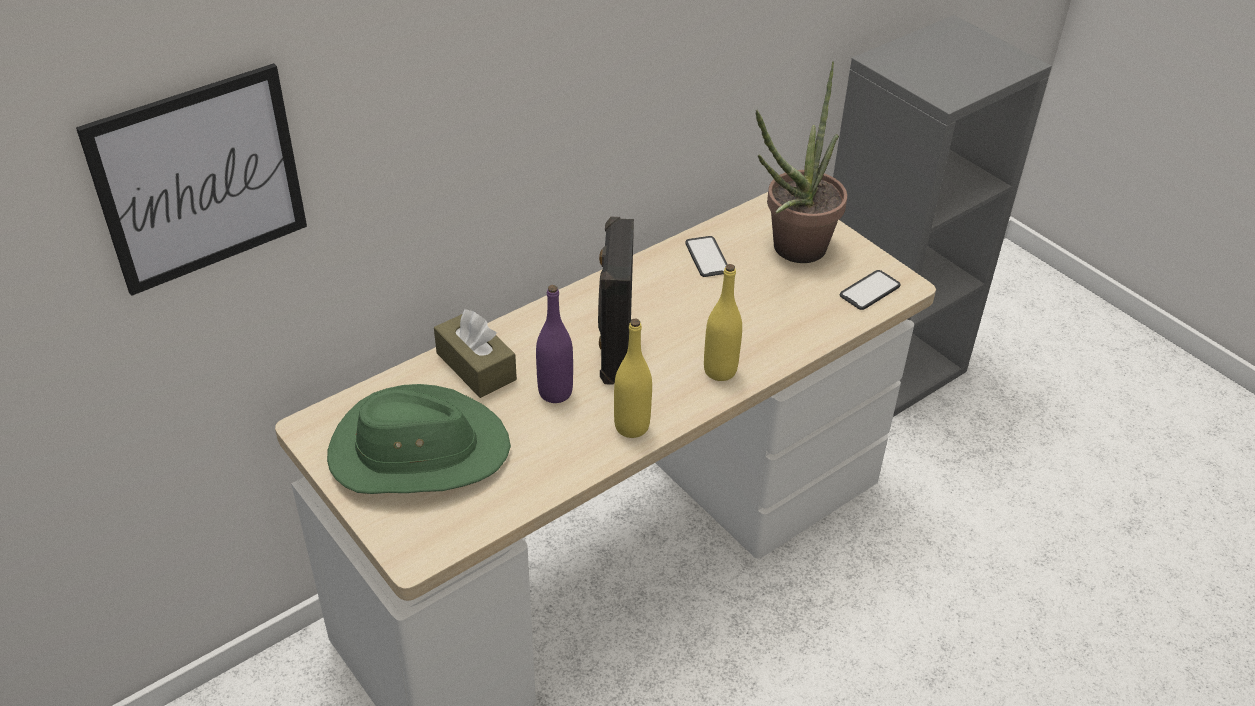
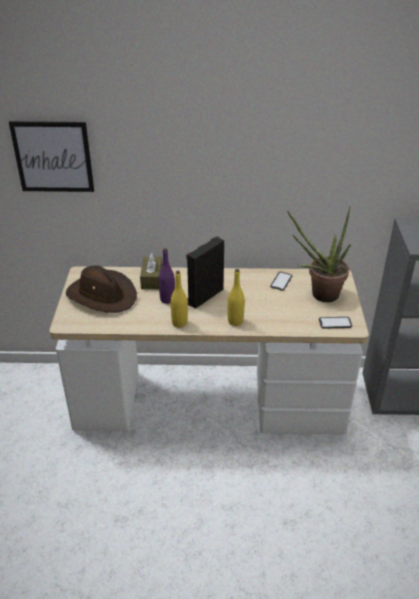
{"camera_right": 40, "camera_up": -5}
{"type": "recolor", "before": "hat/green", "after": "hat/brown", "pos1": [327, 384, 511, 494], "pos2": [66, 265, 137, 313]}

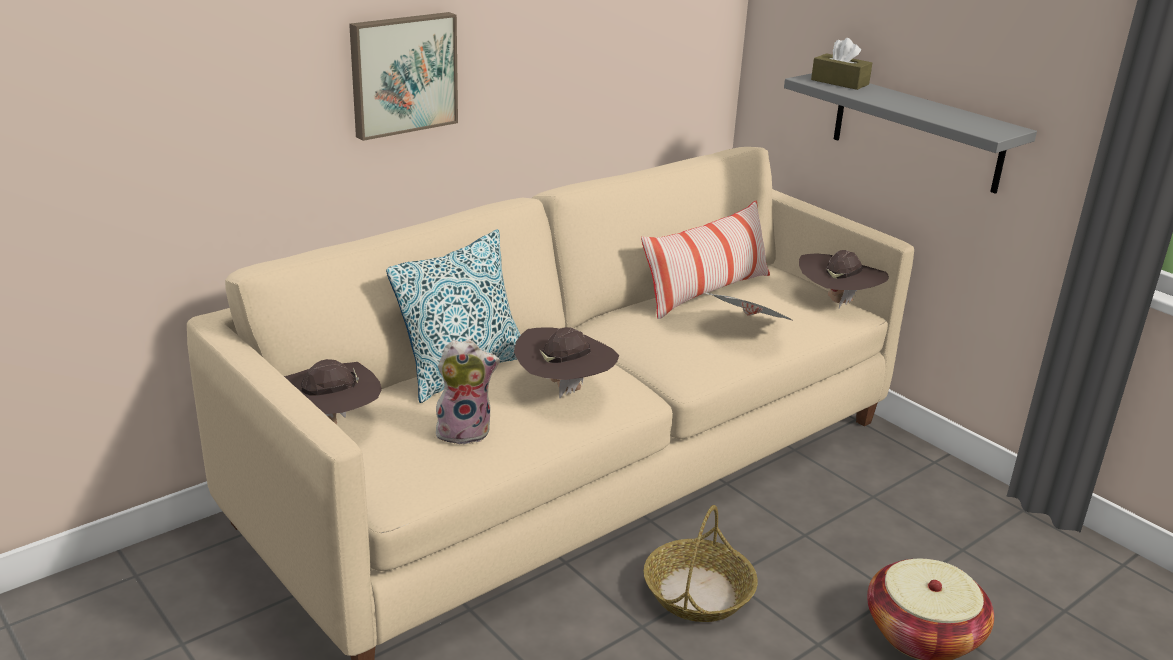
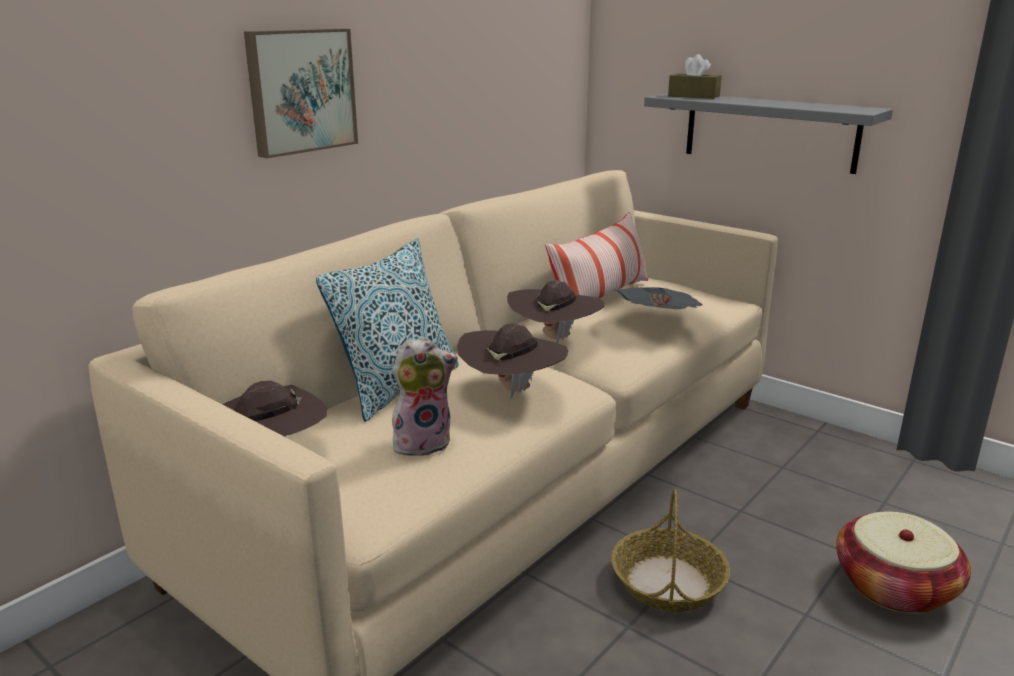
{"camera_right": -10, "camera_up": -5}
{"type": "move", "before": "hat/brown", "pos1": [799, 250, 889, 309], "pos2": [507, 280, 605, 343]}

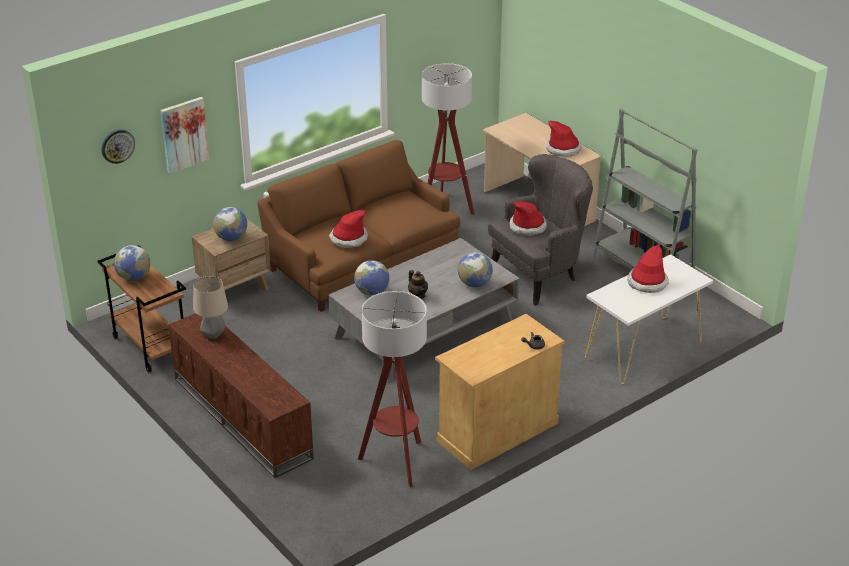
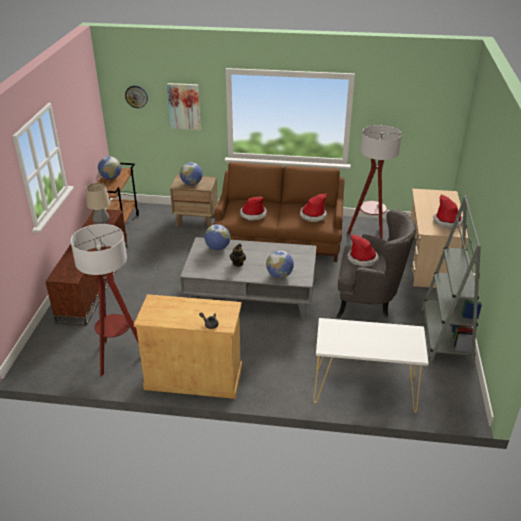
{"camera_right": 45, "camera_up": 0}
{"type": "move", "before": "hat", "pos1": [627, 244, 669, 293], "pos2": [300, 194, 327, 222]}

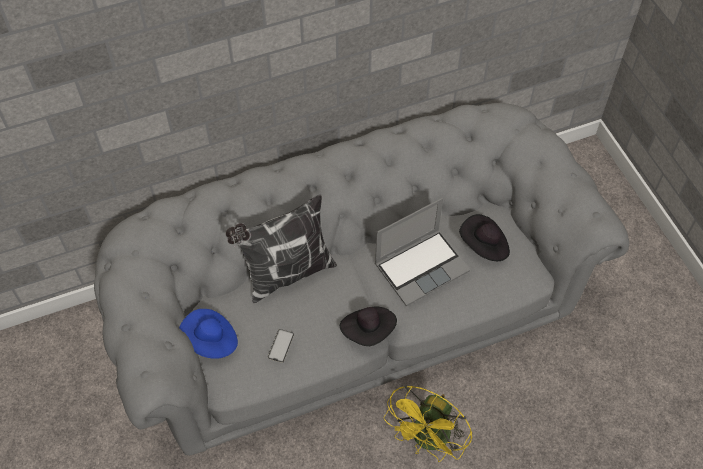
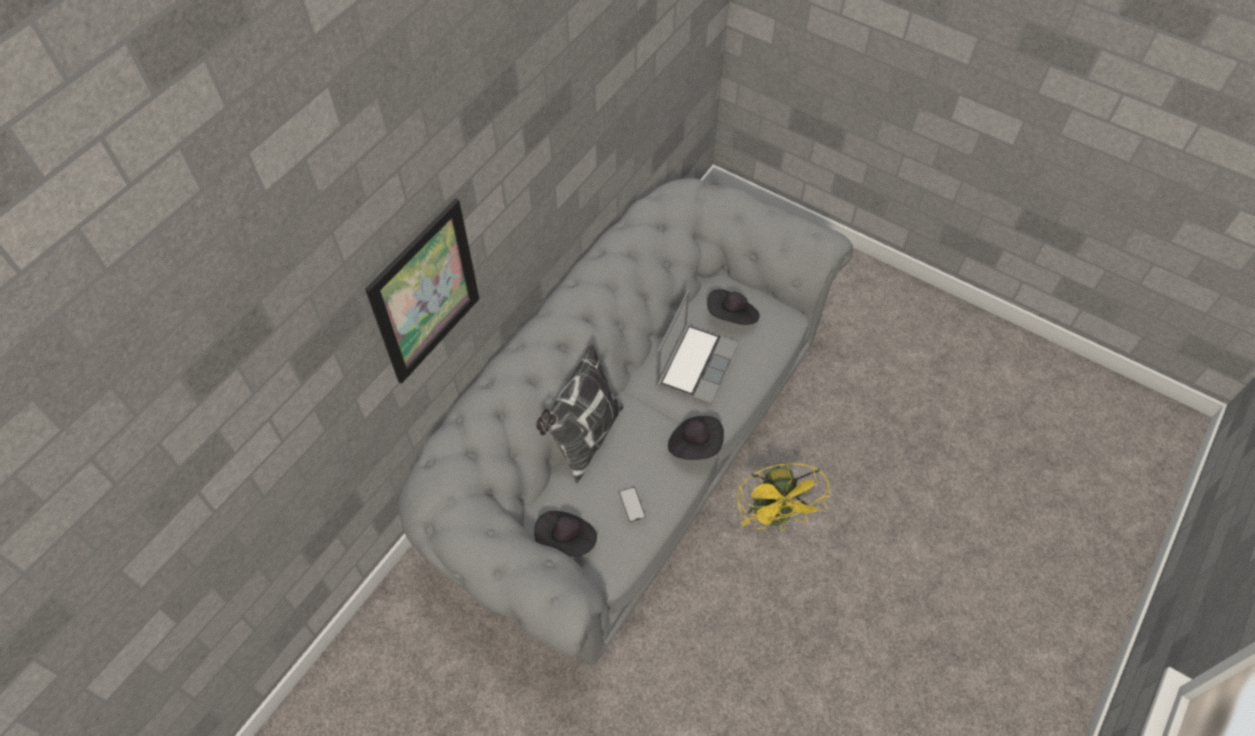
{"camera_right": -35, "camera_up": 0}
{"type": "insert", "after": "picture", "pos2": [365, 199, 479, 384]}
{"type": "recolor", "before": "hat/blue", "after": "hat/black", "pos1": [179, 309, 238, 359], "pos2": [534, 511, 597, 557]}

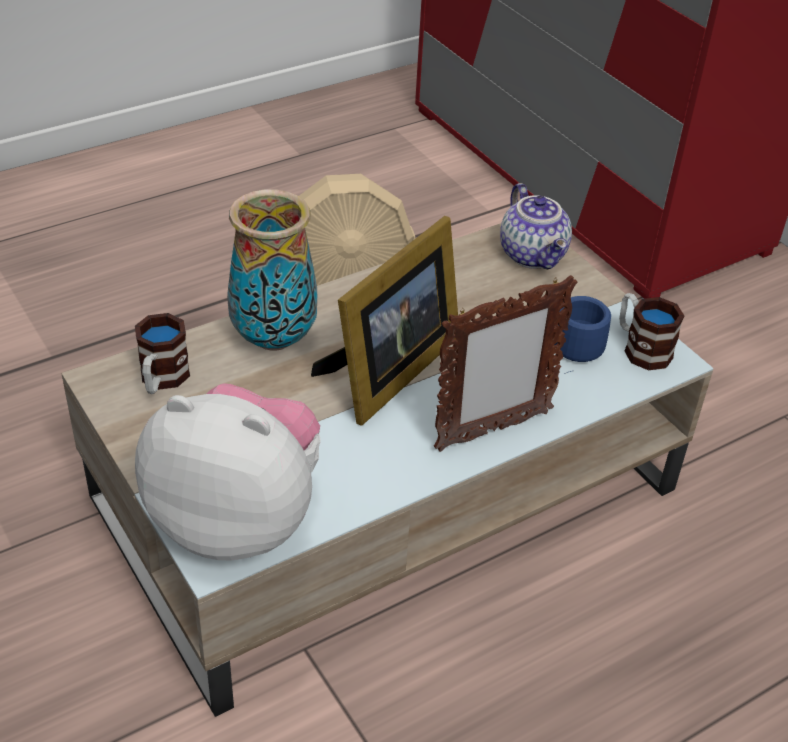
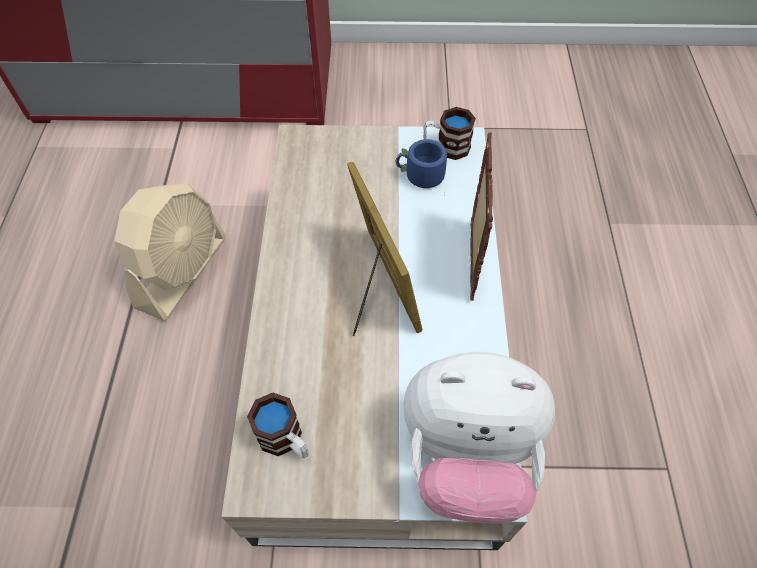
{"camera_right": -55, "camera_up": 15}
{"type": "delete", "before": "vase", "pos1": [227, 190, 317, 351]}
{"type": "delete", "before": "teapot", "pos1": [500, 183, 572, 269]}
{"type": "rotate", "before": "plush toy", "pos1": [135, 383, 320, 560], "pos2": [403, 352, 555, 523], "turn": -135}

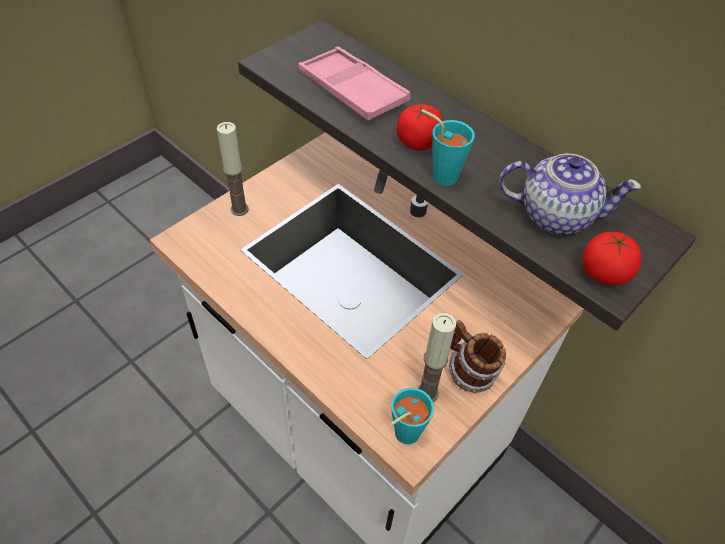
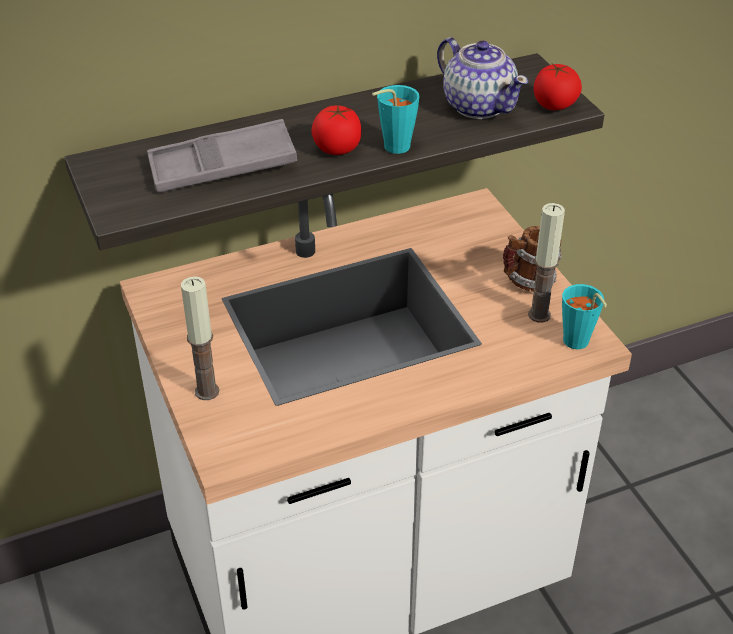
{"camera_right": -65, "camera_up": -10}
{"type": "recolor", "before": "tray/pink", "after": "tray/grey", "pos1": [298, 46, 410, 120], "pos2": [147, 119, 297, 193]}
{"type": "rotate", "before": "teapot", "pos1": [499, 153, 642, 234], "pos2": [437, 37, 528, 119], "turn": 105}

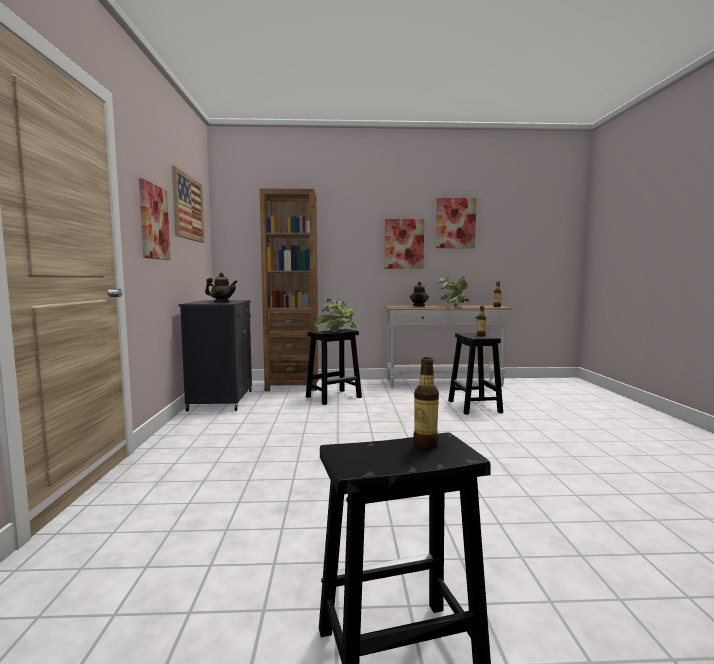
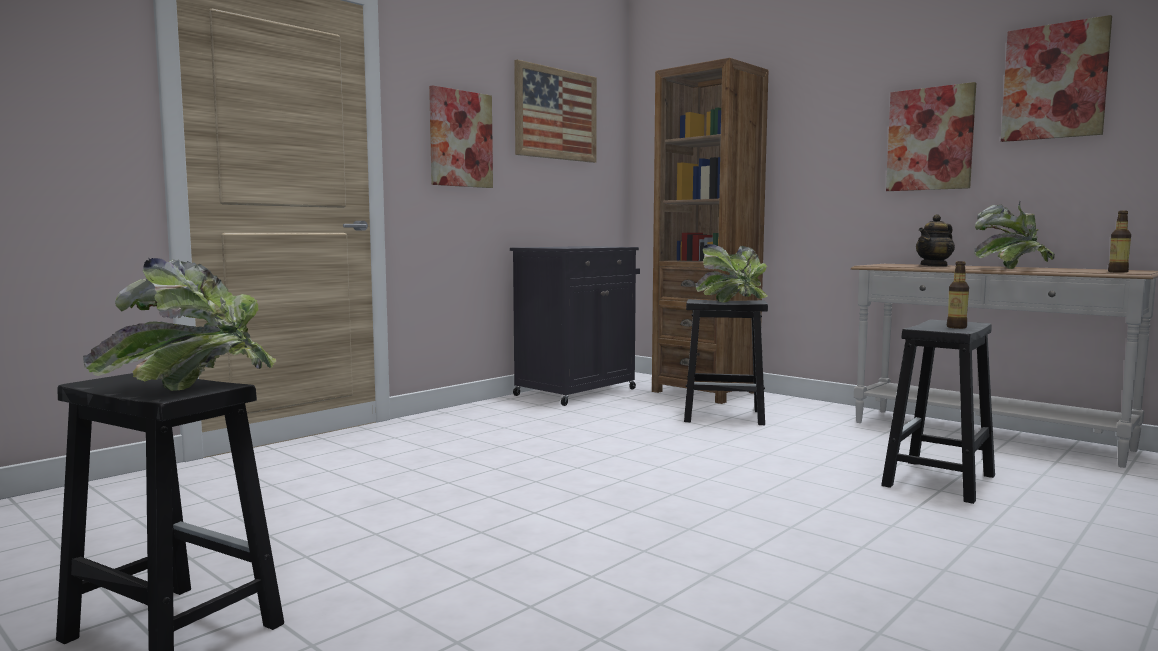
{"camera_right": 45, "camera_up": 0}
{"type": "delete", "before": "teapot", "pos1": [205, 272, 237, 302]}
{"type": "replace", "before": "bottle", "after": "potted plant", "pos1": [413, 357, 439, 450], "pos2": [83, 258, 276, 391]}

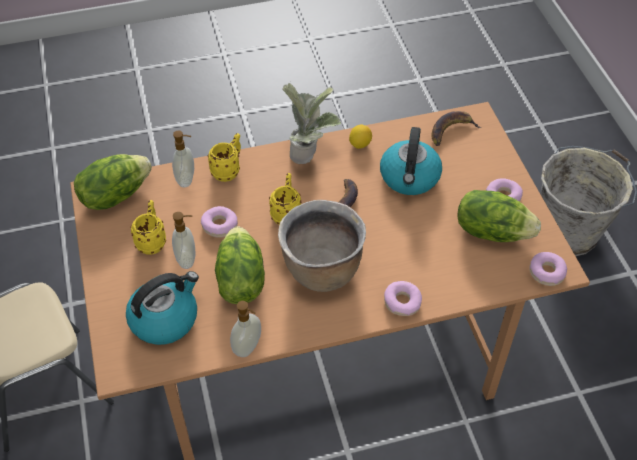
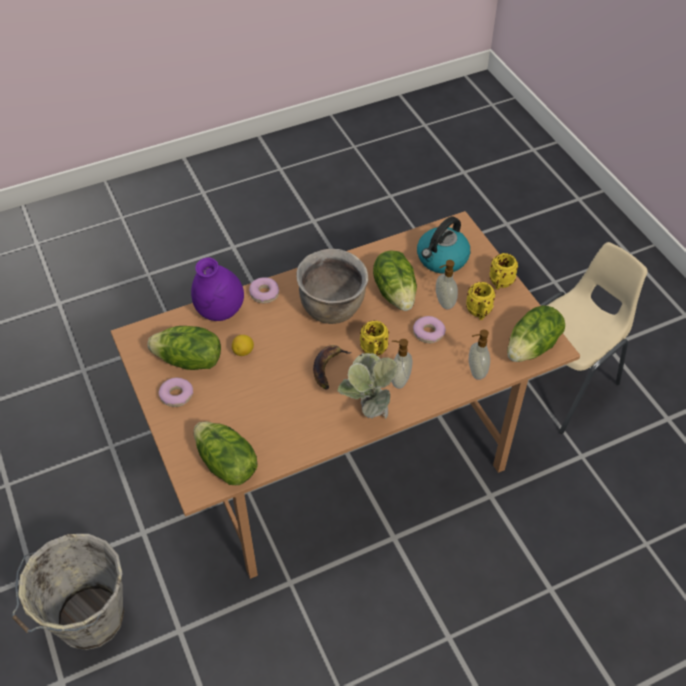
{"camera_right": 170, "camera_up": 0}
{"type": "delete", "before": "kettle", "pos1": [380, 127, 442, 195]}
{"type": "delete", "before": "donut", "pos1": [529, 252, 567, 286]}
{"type": "insert", "after": "vase/purple", "pos2": [191, 257, 244, 321]}
{"type": "move", "before": "mug/yellow", "pos1": [207, 133, 241, 182], "pos2": [489, 253, 518, 290]}
{"type": "move", "before": "soap dispenser", "pos1": [230, 301, 261, 357], "pos2": [392, 339, 413, 389]}
{"type": "move", "before": "lemon", "pos1": [349, 125, 372, 149], "pos2": [232, 335, 254, 356]}
{"type": "replace", "before": "banana", "after": "lettuce", "pos1": [431, 111, 482, 146], "pos2": [194, 422, 258, 485]}

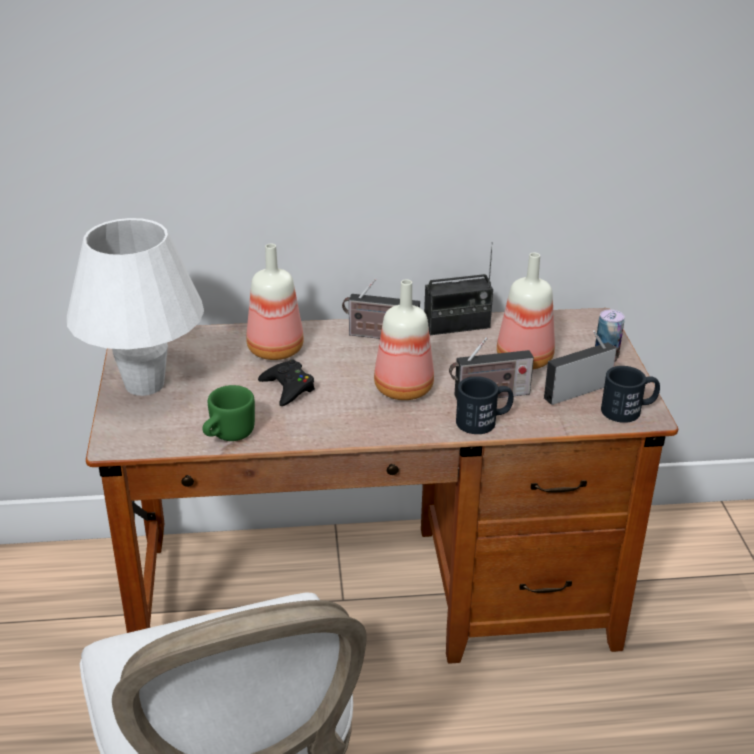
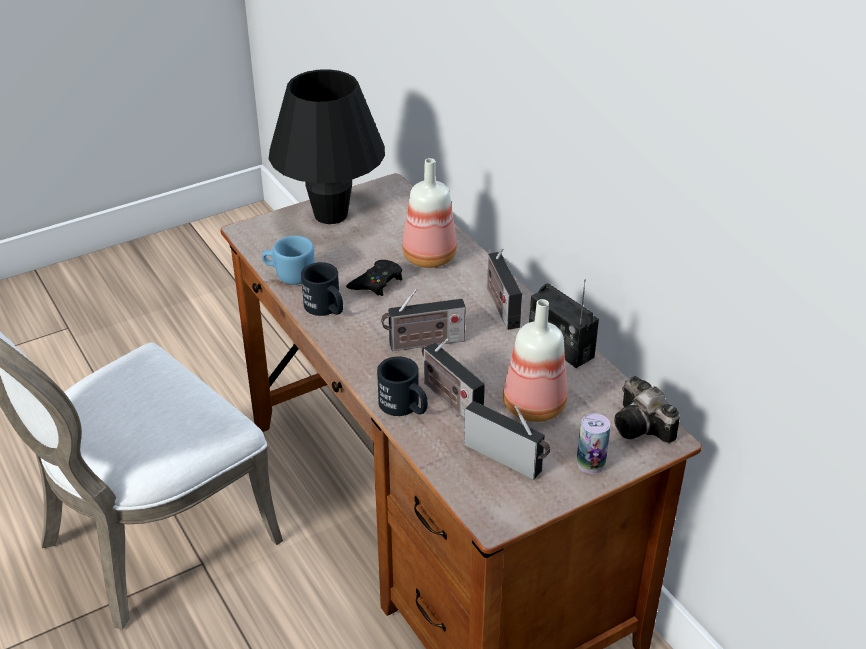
{"camera_right": 65, "camera_up": 5}
{"type": "insert", "after": "photo camera", "pos2": [614, 376, 680, 443]}
{"type": "move", "before": "mug/black", "pos1": [601, 366, 660, 423], "pos2": [301, 262, 343, 316]}
{"type": "replace", "before": "bottle", "after": "radio", "pos1": [374, 279, 434, 400], "pos2": [381, 288, 466, 351]}
{"type": "recolor", "before": "table lamp/white", "after": "table lamp/black", "pos1": [67, 218, 204, 396], "pos2": [269, 69, 385, 224]}
{"type": "recolor", "before": "mug/green", "after": "mug/blue", "pos1": [203, 385, 255, 441], "pos2": [262, 236, 314, 285]}

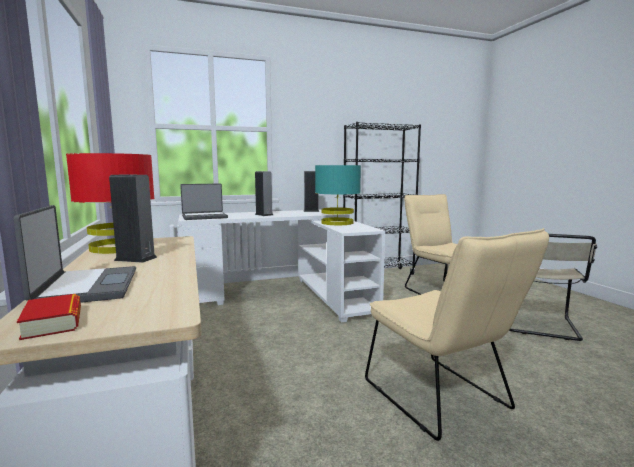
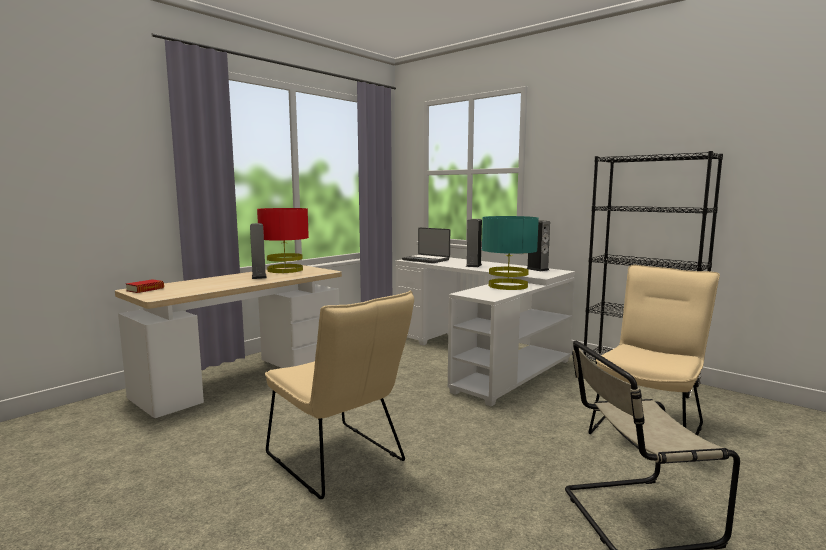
{"camera_right": 60, "camera_up": 0}
{"type": "delete", "before": "laptop", "pos1": [13, 205, 136, 303]}
{"type": "rotate", "before": "chair/beige", "pos1": [365, 228, 549, 441], "pos2": [265, 291, 414, 499], "turn": -75}

